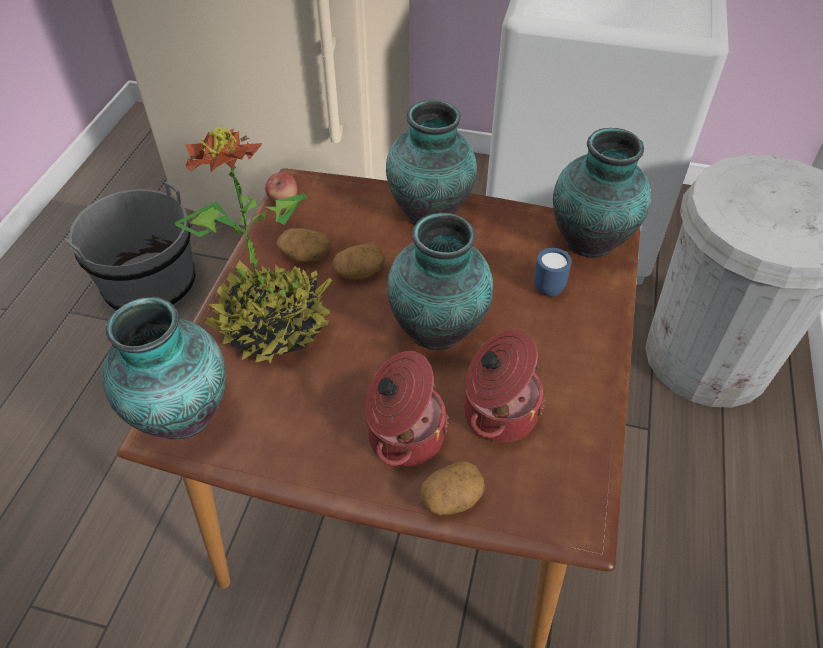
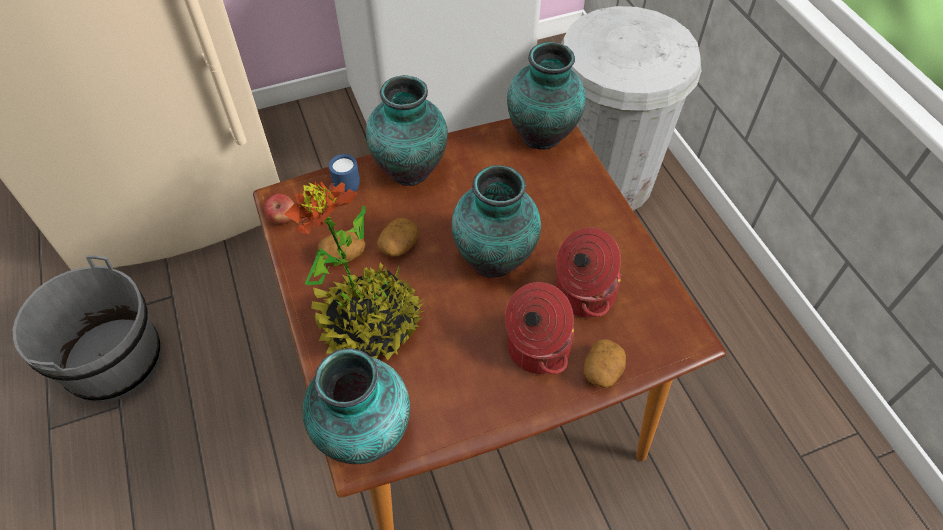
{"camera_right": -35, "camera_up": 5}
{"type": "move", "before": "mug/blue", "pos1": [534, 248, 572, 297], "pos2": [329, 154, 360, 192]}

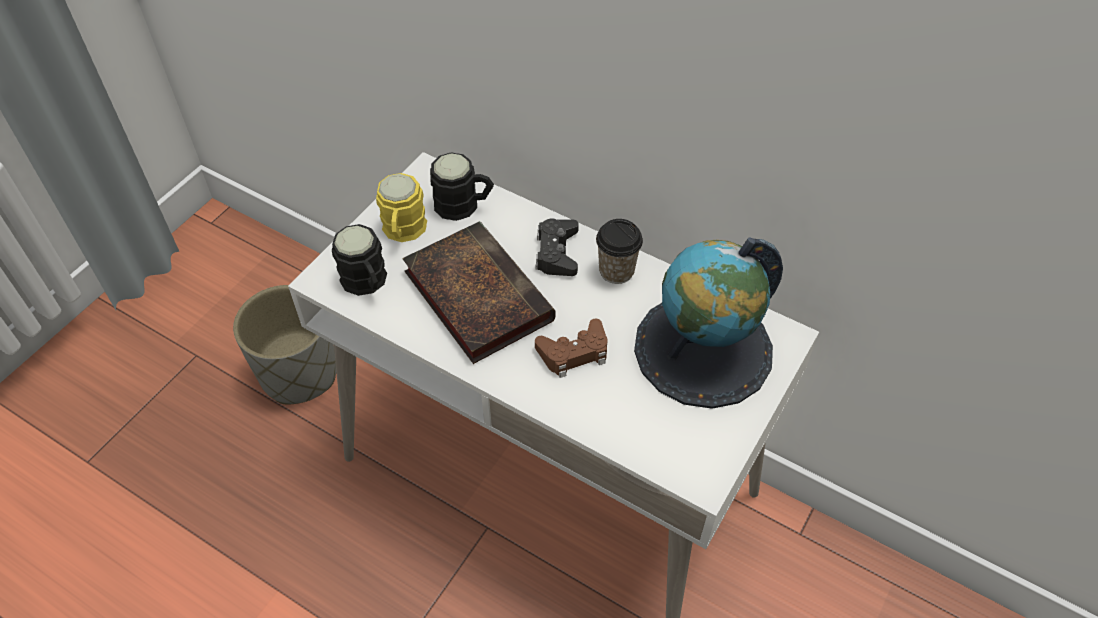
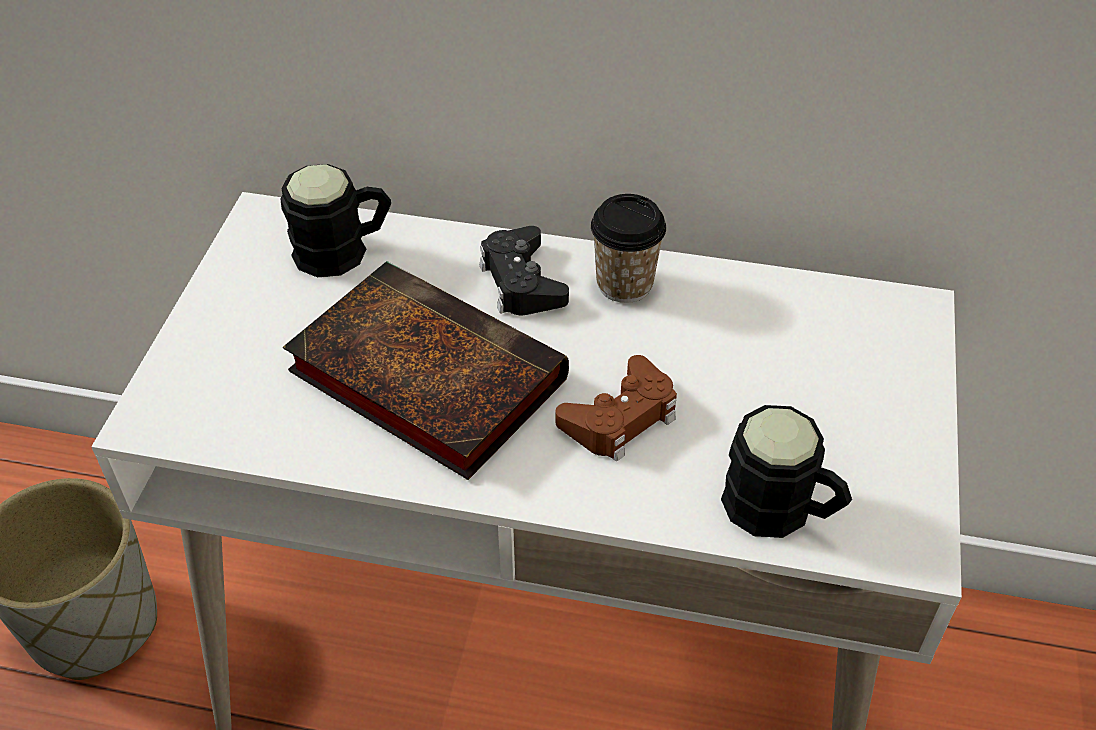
{"camera_right": -20, "camera_up": -5}
{"type": "delete", "before": "mug/yellow", "pos1": [376, 173, 427, 242]}
{"type": "delete", "before": "globe", "pos1": [634, 237, 783, 409]}
{"type": "move", "before": "mug/black", "pos1": [332, 224, 387, 296], "pos2": [721, 405, 852, 538]}

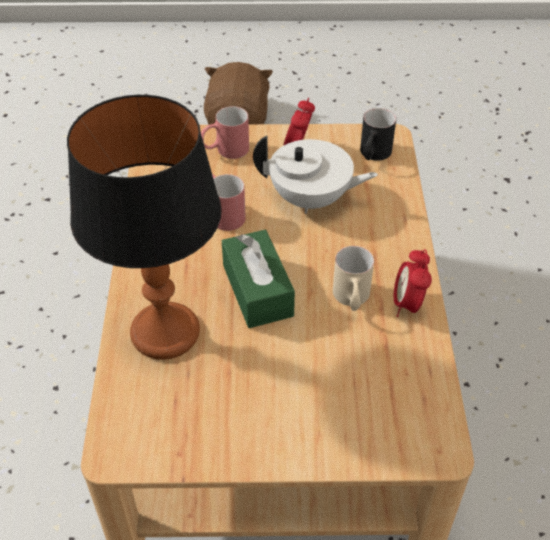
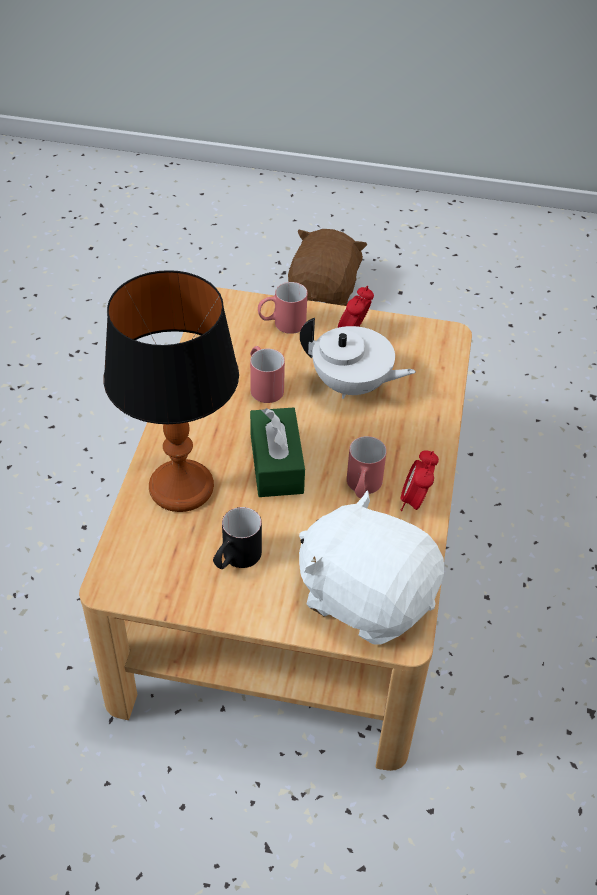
{"camera_right": 10, "camera_up": 0}
{"type": "insert", "after": "plush toy/white", "pos2": [299, 490, 444, 645]}
{"type": "move", "before": "mug/black", "pos1": [360, 108, 396, 161], "pos2": [213, 507, 262, 569]}
{"type": "recolor", "before": "mug/beige", "after": "mug/red", "pos1": [333, 246, 374, 311], "pos2": [347, 436, 387, 498]}

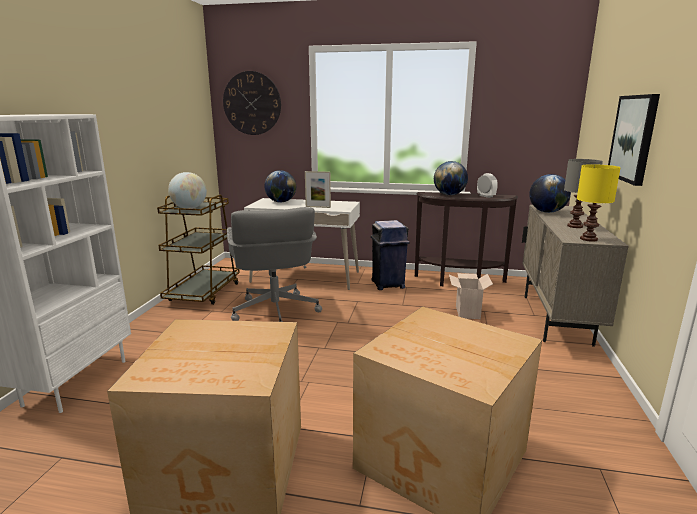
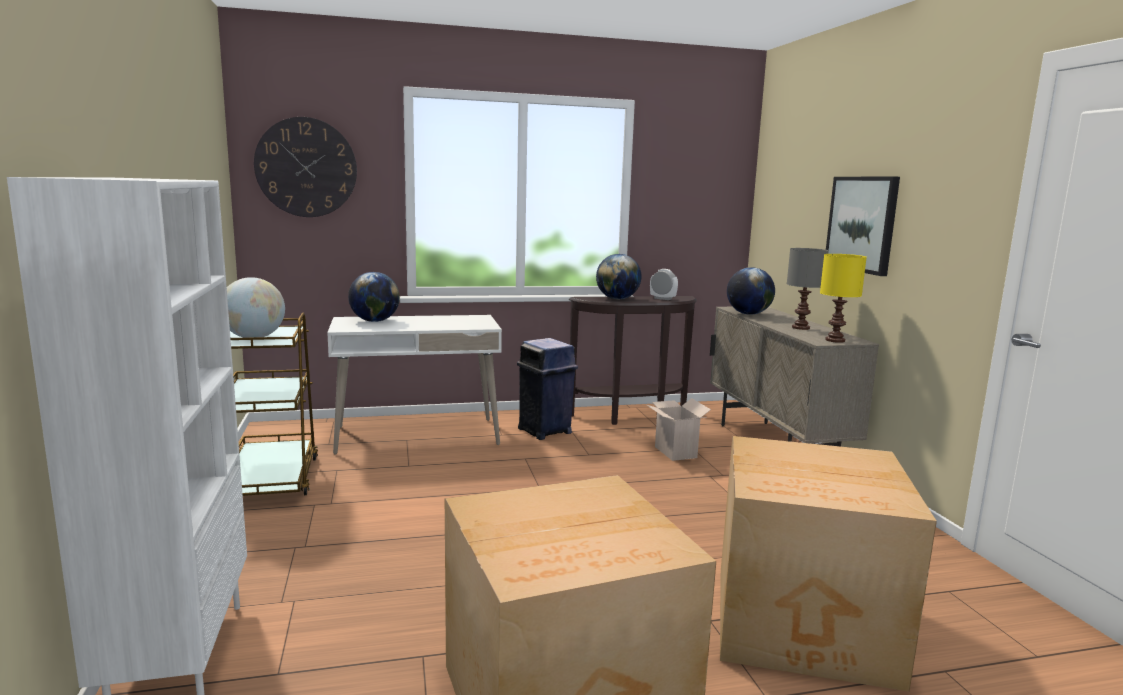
{"camera_right": -25, "camera_up": -5}
{"type": "delete", "before": "office chair/grey", "pos1": [227, 207, 322, 322]}
{"type": "delete", "before": "picture frame", "pos1": [305, 171, 331, 208]}

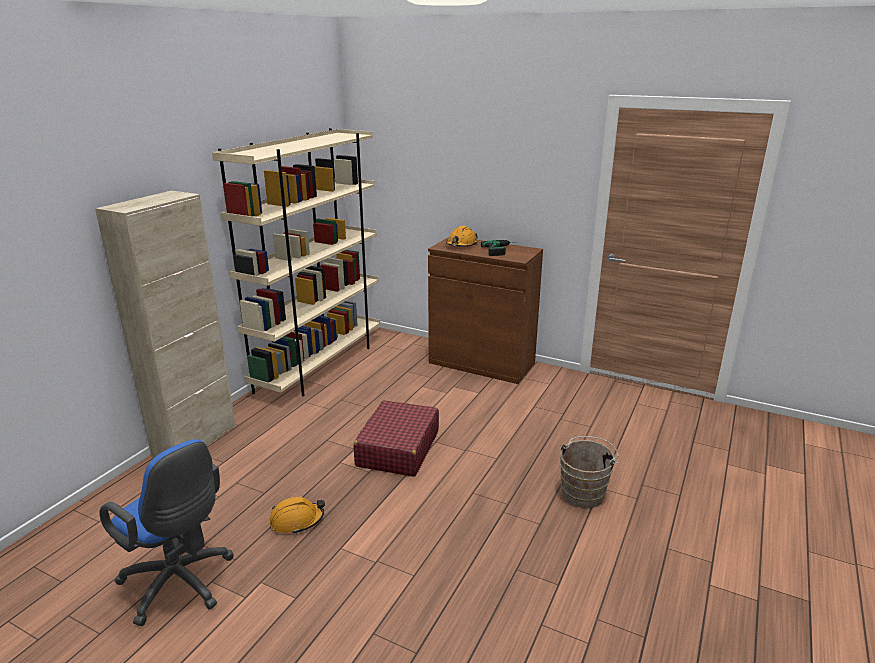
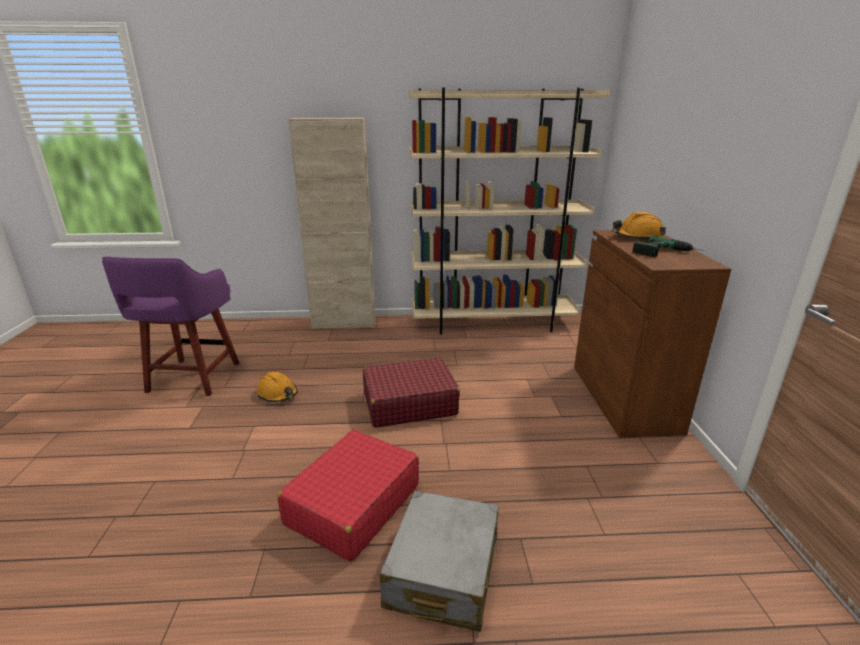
{"camera_right": 60, "camera_up": 0}
{"type": "insert", "after": "suitcase/red", "pos2": [278, 430, 419, 562]}
{"type": "replace", "before": "office chair/blue", "after": "stool/purple", "pos1": [99, 439, 234, 626], "pos2": [102, 256, 240, 396]}
{"type": "replace", "before": "bucket/brown", "after": "suitcase/grey", "pos1": [560, 436, 619, 508], "pos2": [380, 491, 498, 632]}

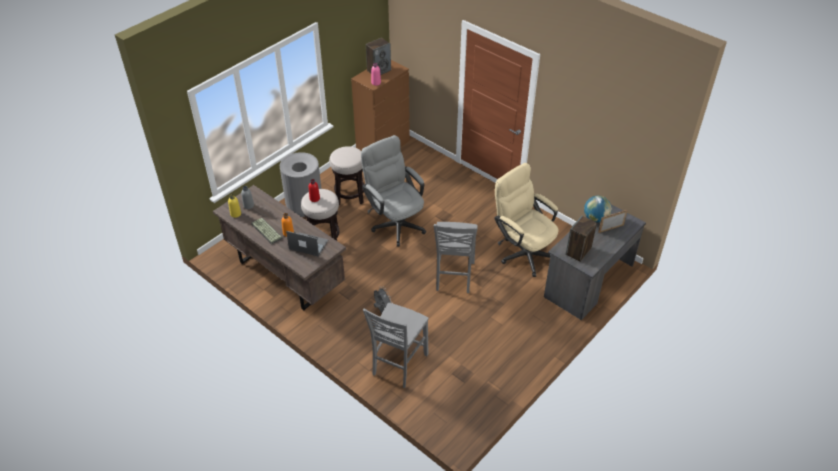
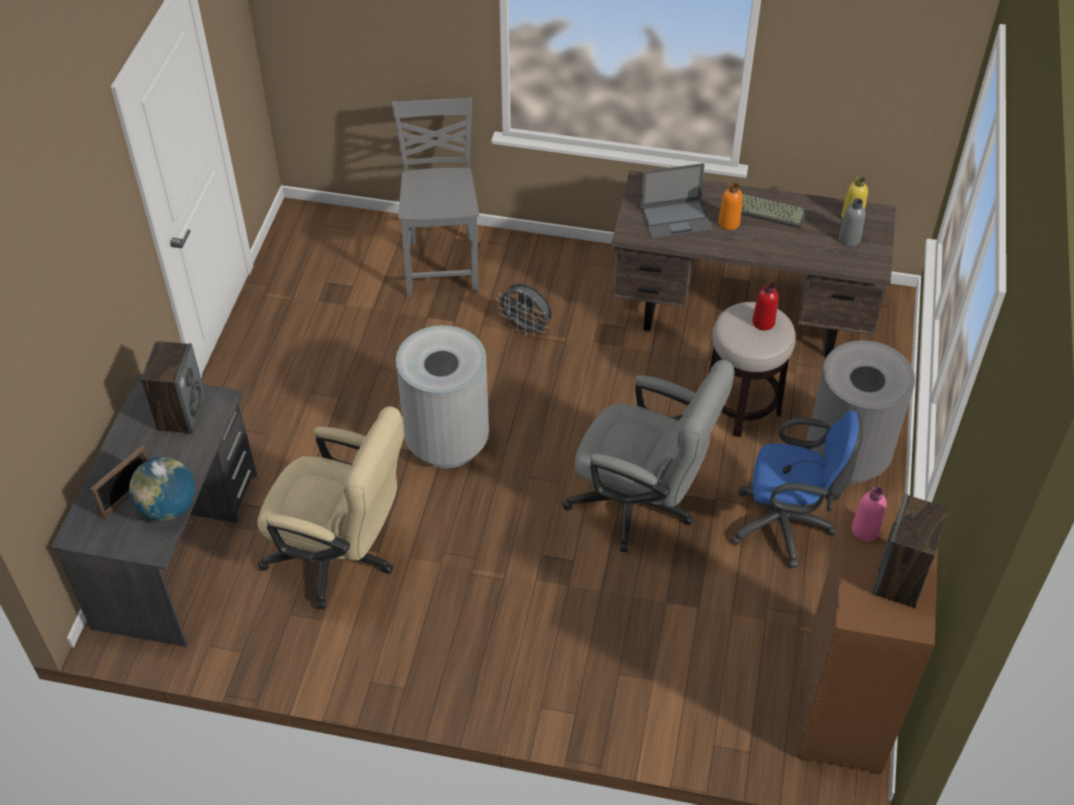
{"camera_right": 150, "camera_up": 5}
{"type": "replace", "before": "stool", "after": "office chair/blue", "pos1": [329, 146, 364, 205], "pos2": [730, 410, 864, 568]}
{"type": "replace", "before": "chair/grey", "after": "trash can/grey", "pos1": [434, 222, 478, 293], "pos2": [396, 325, 489, 468]}

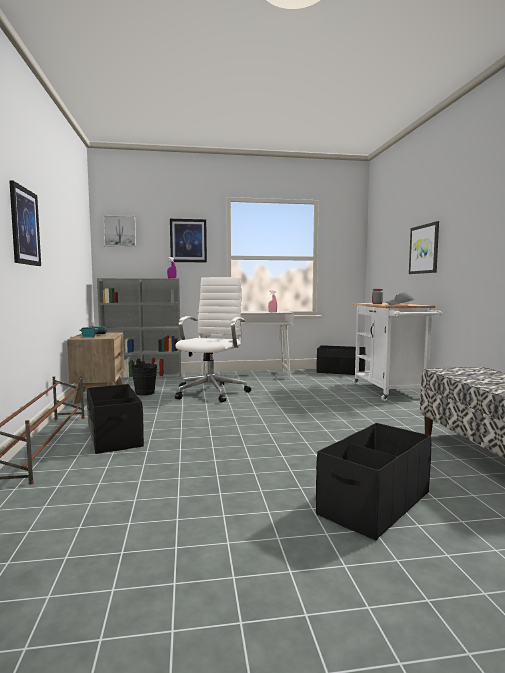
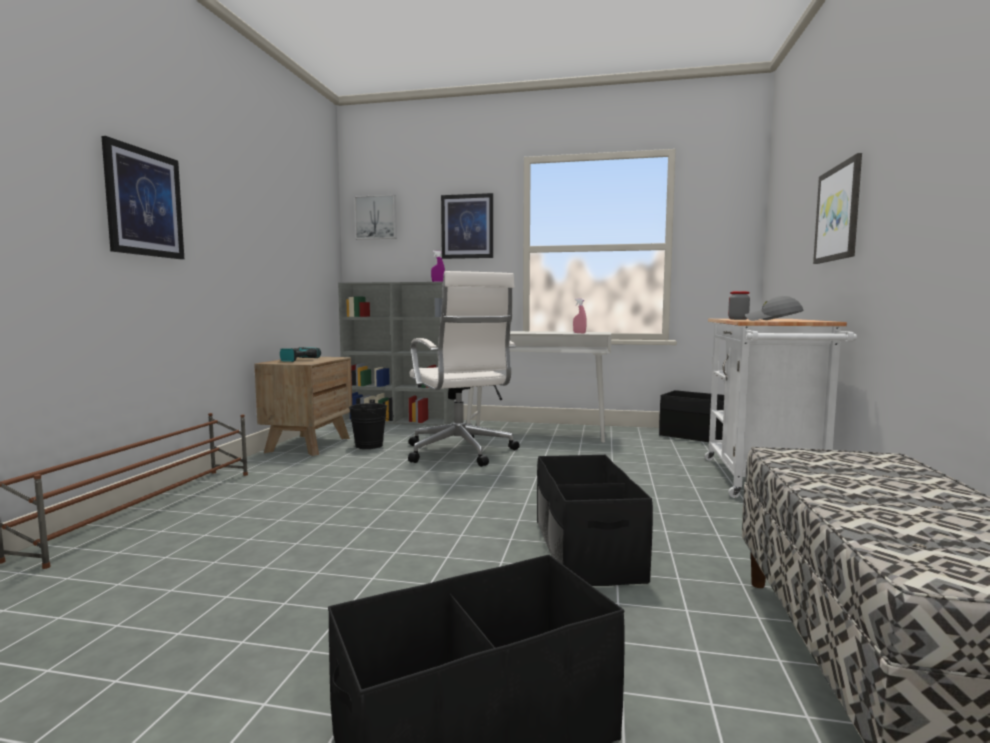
{"camera_right": 20, "camera_up": 0}
{"type": "move", "before": "storage box/black", "pos1": [87, 384, 144, 454], "pos2": [537, 455, 653, 586]}
{"type": "rotate", "before": "office chair/white", "pos1": [175, 277, 251, 403], "pos2": [408, 271, 520, 467], "turn": 120}

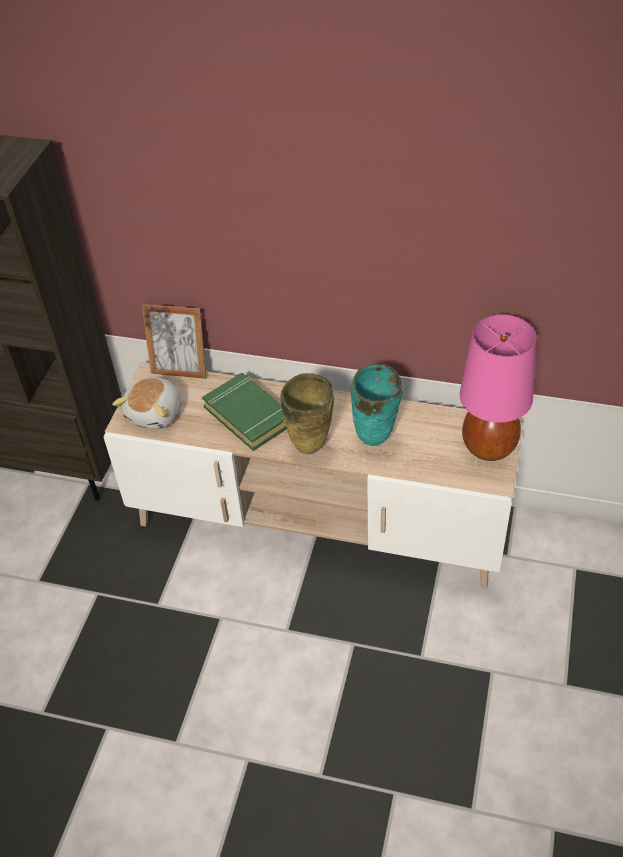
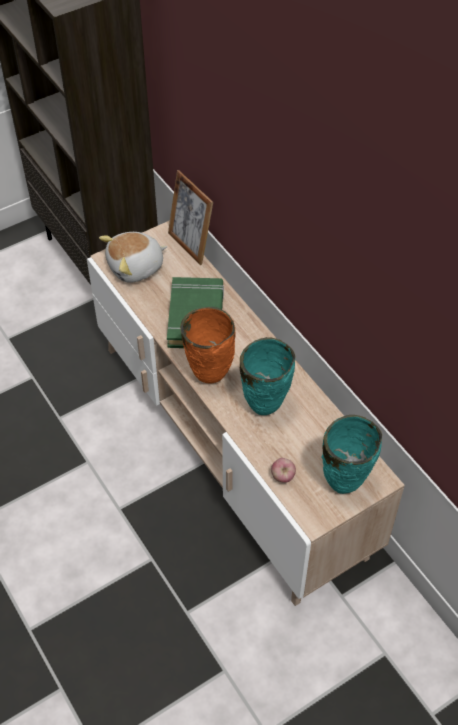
{"camera_right": 40, "camera_up": 5}
{"type": "insert", "after": "apple", "pos2": [271, 458, 296, 483]}
{"type": "replace", "before": "table lamp/pink", "after": "vase/turquoise", "pos1": [460, 314, 536, 461], "pos2": [321, 415, 382, 494]}
{"type": "recolor", "before": "vase/beige", "after": "vase/orange", "pos1": [280, 373, 334, 454], "pos2": [180, 307, 236, 383]}

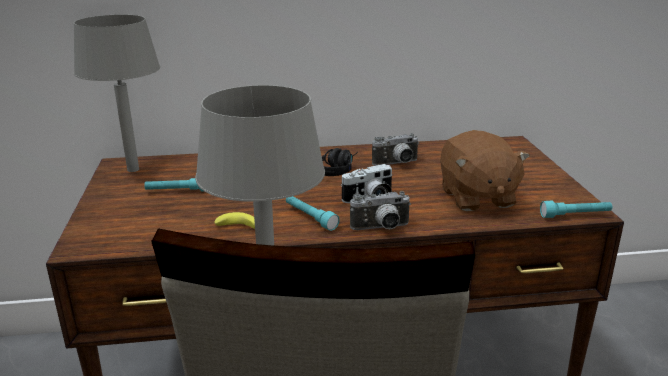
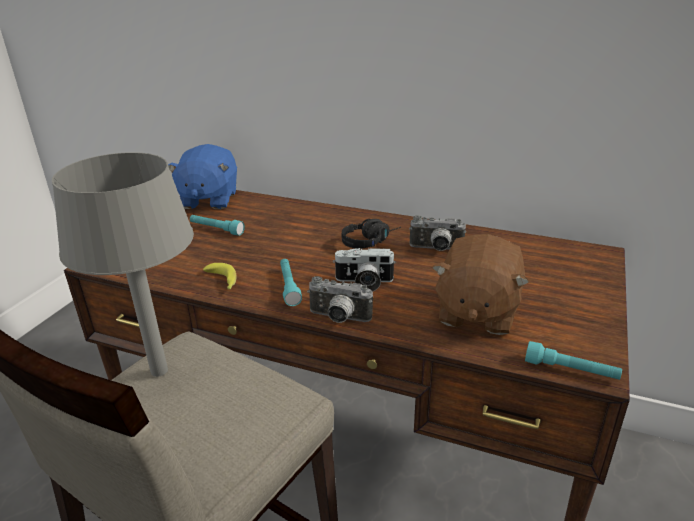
{"camera_right": 30, "camera_up": 5}
{"type": "replace", "before": "table lamp/grey", "after": "plush toy/blue", "pos1": [73, 15, 160, 172], "pos2": [168, 144, 237, 209]}

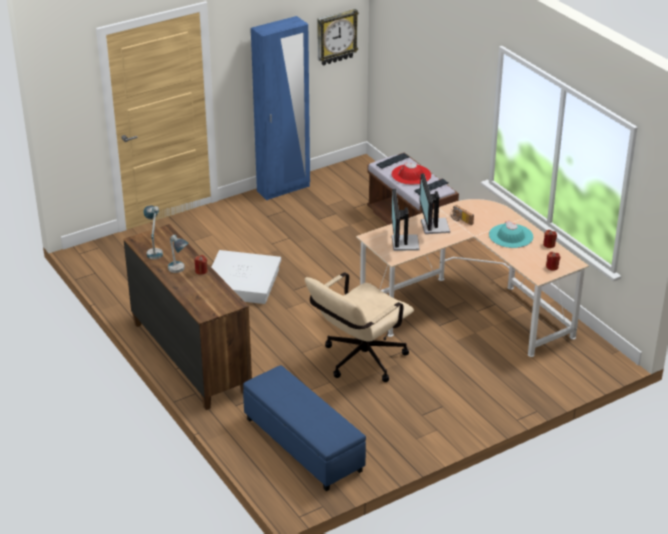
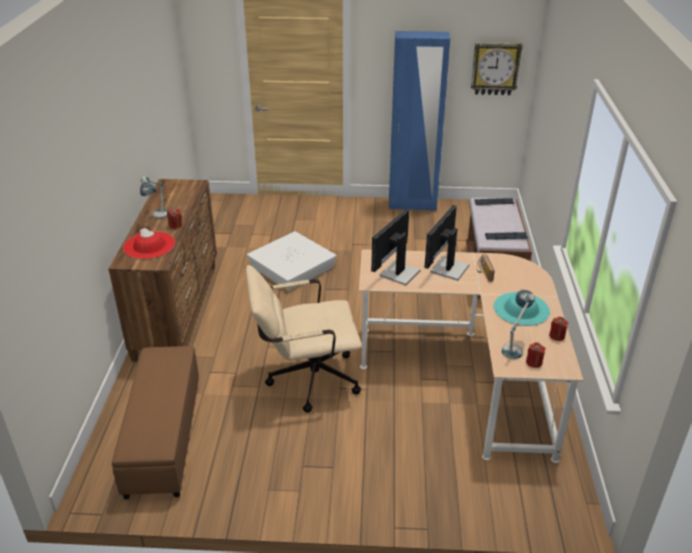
{"camera_right": 35, "camera_up": 0}
{"type": "move", "before": "table lamp", "pos1": [143, 205, 163, 259], "pos2": [502, 290, 535, 359]}
{"type": "move", "before": "hat/red", "pos1": [391, 162, 431, 185], "pos2": [123, 228, 175, 259]}
{"type": "recolor", "before": "ottoman/blue", "after": "ottoman/brown", "pos1": [243, 365, 366, 491], "pos2": [112, 346, 199, 499]}

